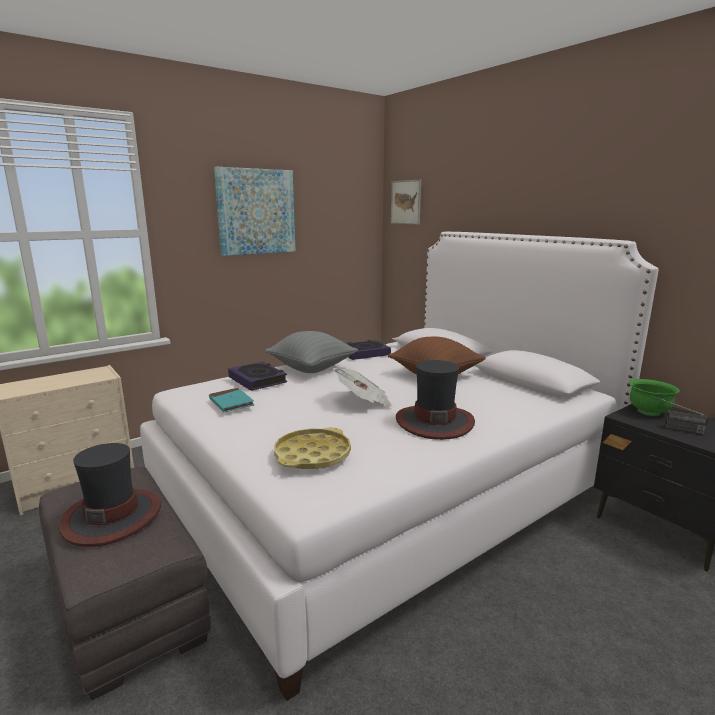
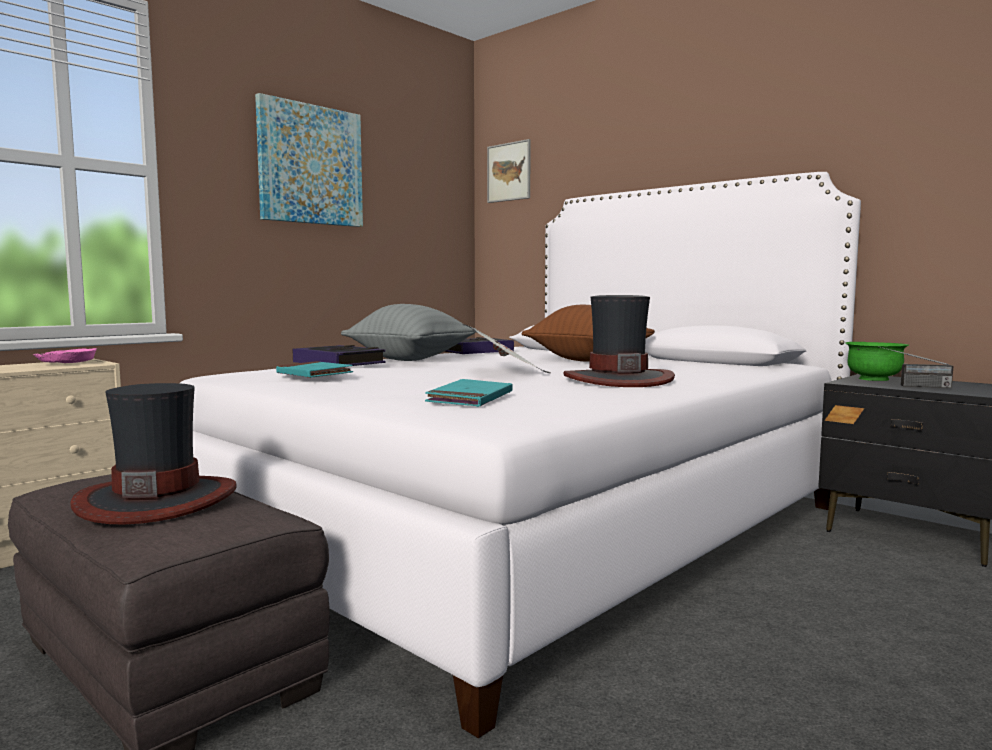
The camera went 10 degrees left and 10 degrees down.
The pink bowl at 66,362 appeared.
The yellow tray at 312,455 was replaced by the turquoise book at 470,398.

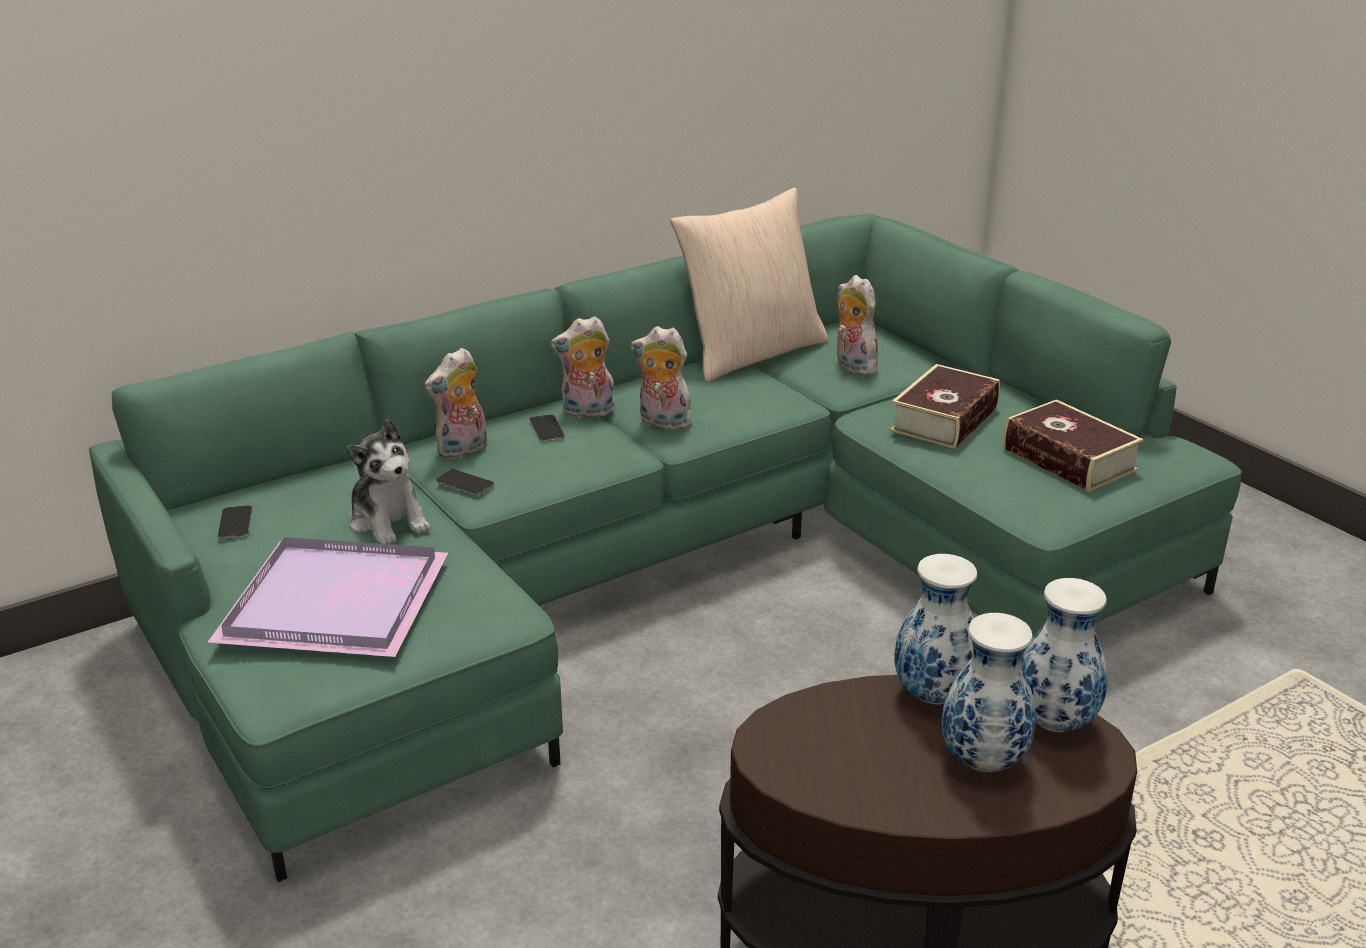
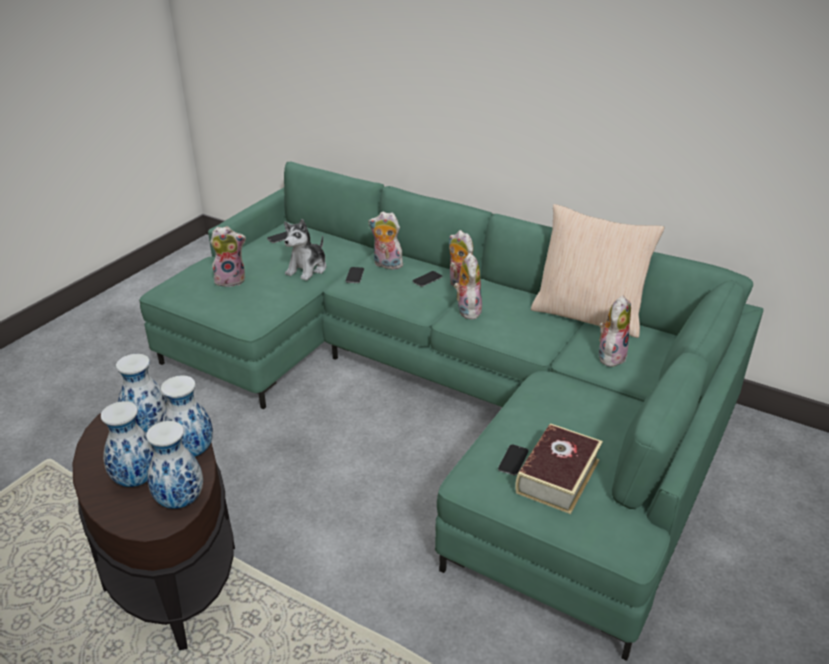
The camera went 65 degrees right and 5 degrees up.
The book at 944,420 disappeared.
The vase at 149,427 appeared.
The phone at 513,460 appeared.
The purple tray at 337,605 was replaced by the plush toy at 231,280.

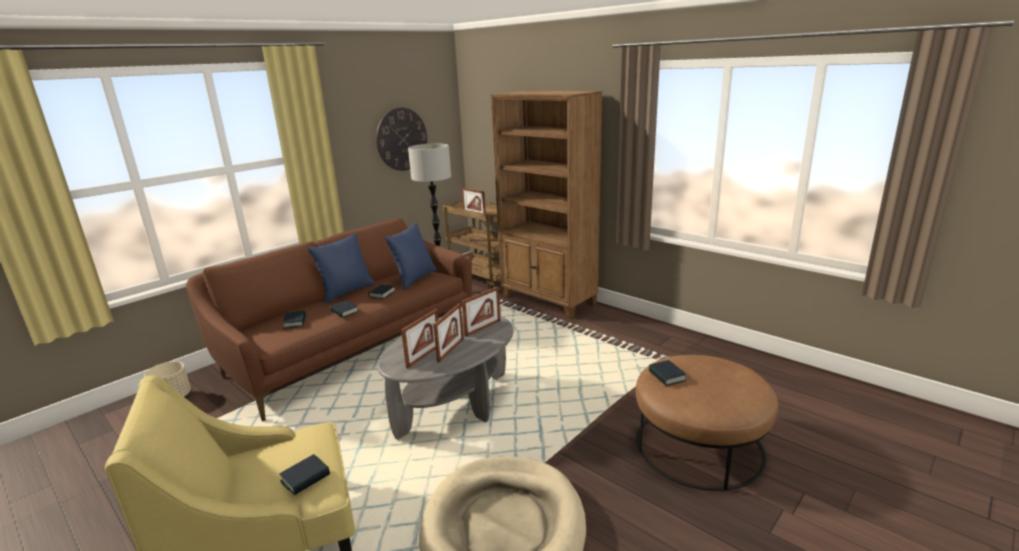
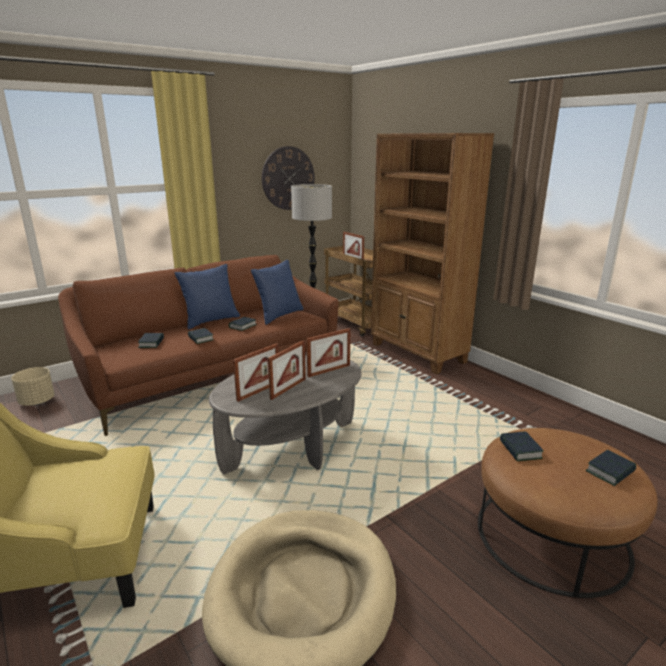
The camera went 10 degrees right and 0 degrees up.
The book moved from 305,478 to 610,472.

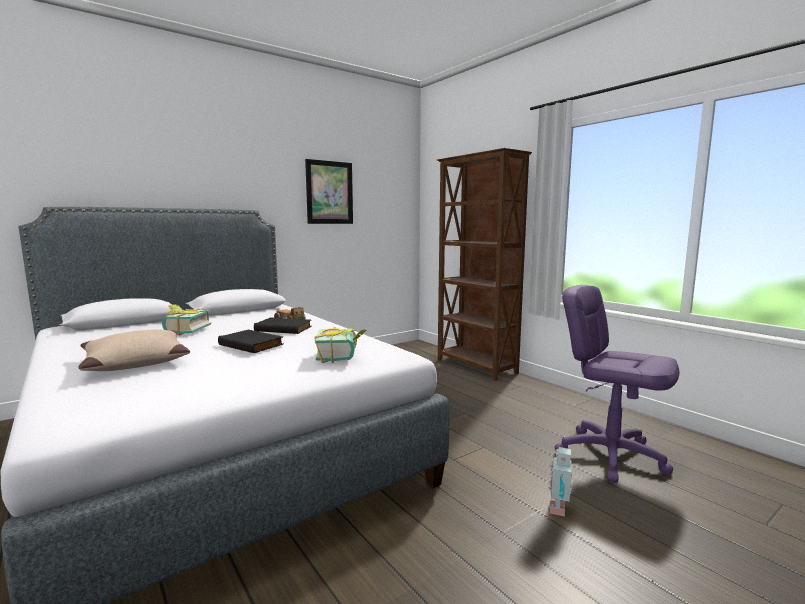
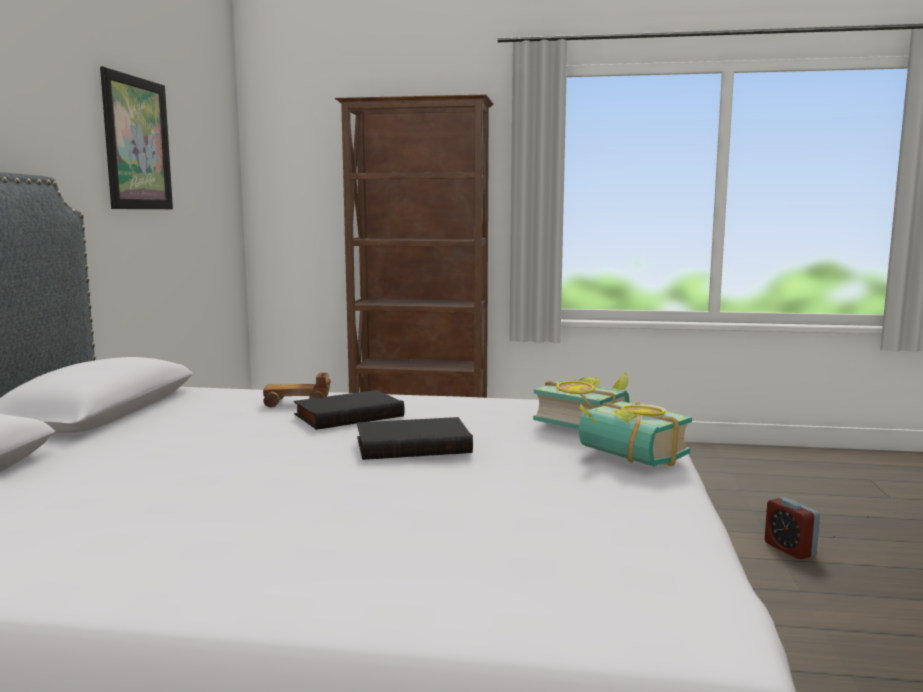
The camera went 45 degrees left and 0 degrees up.
The beige pillow at 135,362 disappeared.
The purple office chair at 610,455 disappeared.
The book moved from 184,330 to 626,458.
The toy robot at 559,509 was replaced by the alarm clock at 789,549.

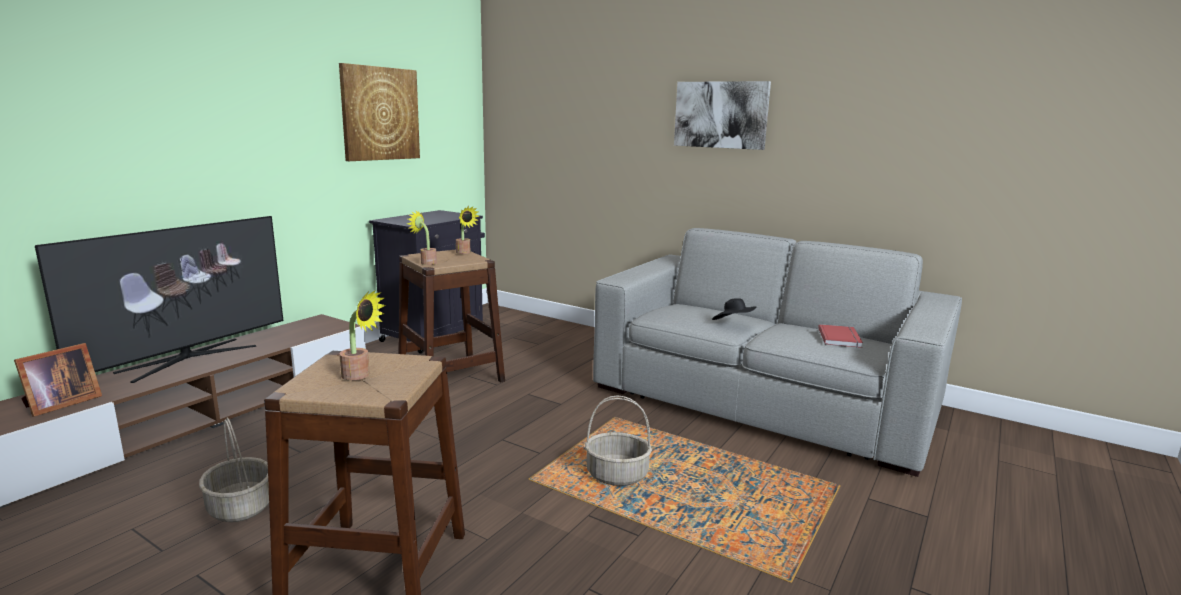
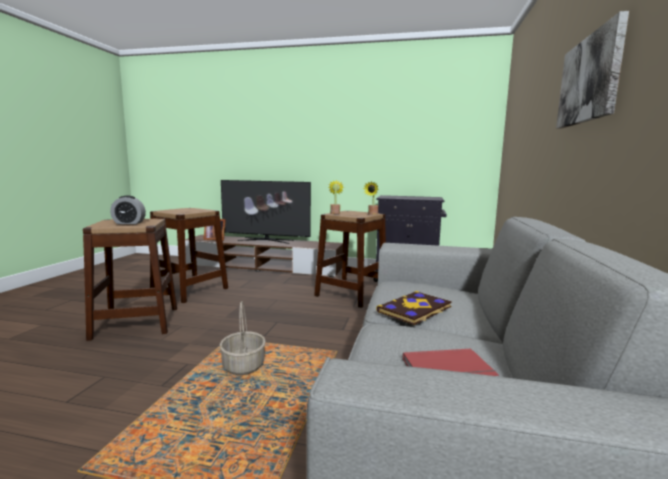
The camera went 70 degrees right and 5 degrees down.
The picture at 380,114 disappeared.
The basket at 241,507 was replaced by the brown stool at 190,290.
The potted plant at 360,376 was replaced by the alarm clock at 129,223.
The black hat at 733,324 was replaced by the book at 415,310.

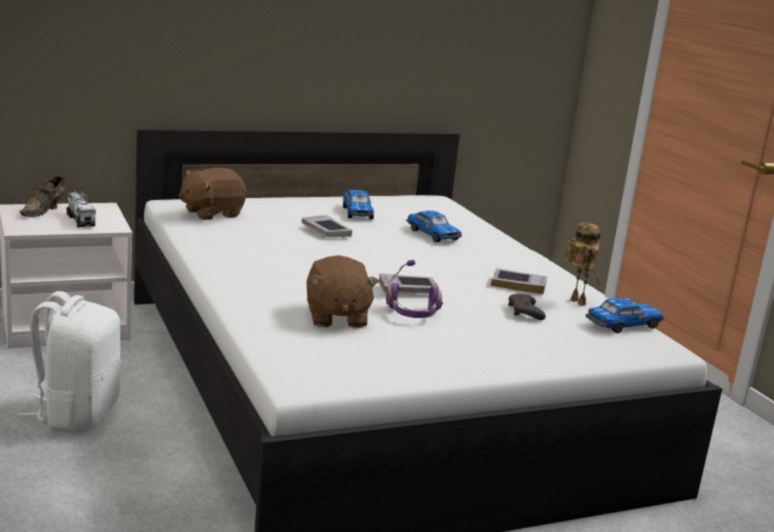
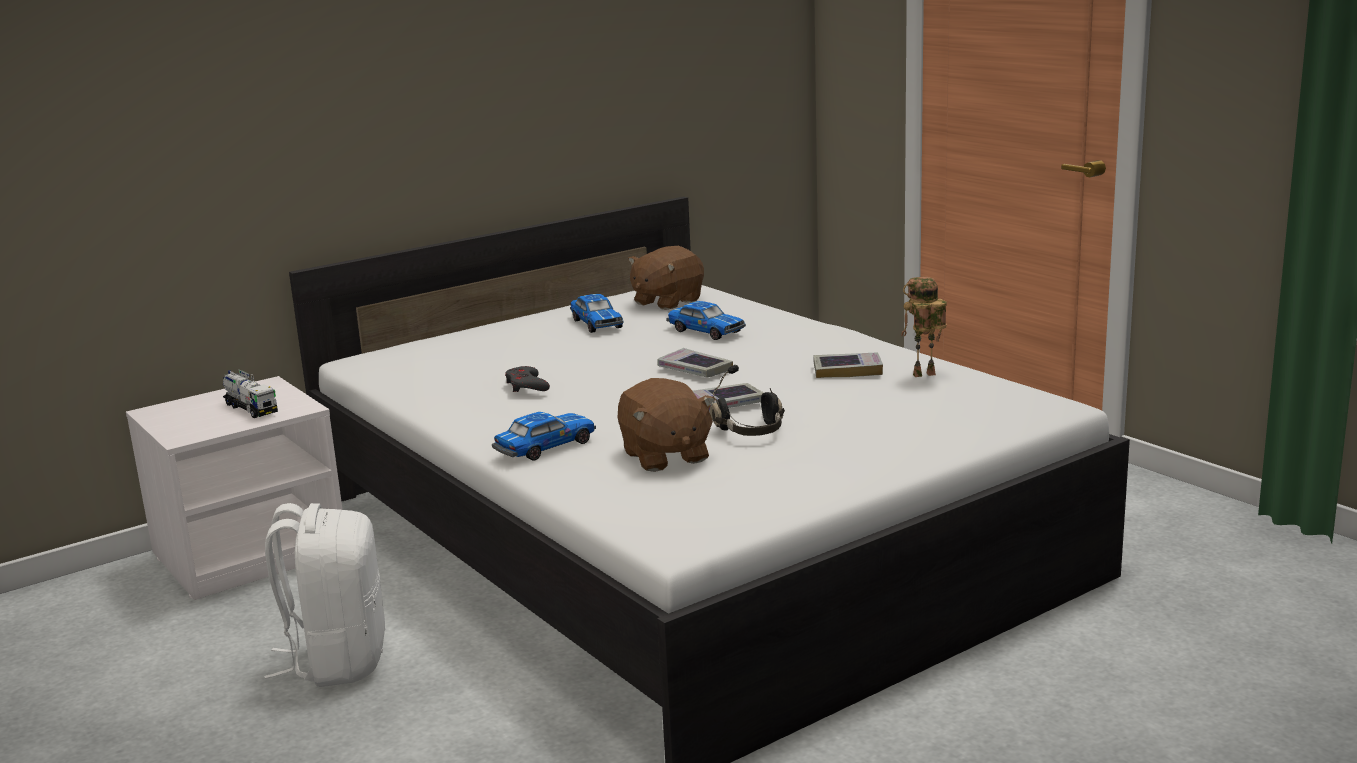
The camera went 10 degrees left and 0 degrees up.
The brown shoe at 44,211 disappeared.
The brown plush toy moved from 211,213 to 666,302.
The book moved from 326,231 to 695,369.
The grey game controller moved from 525,311 to 526,385.
The toy car moved from 622,325 to 544,447.
The purple headphones at 413,314 became the black headphones at 751,431.
The toy robot at 575,302 turned 60 degrees counterclockwise.

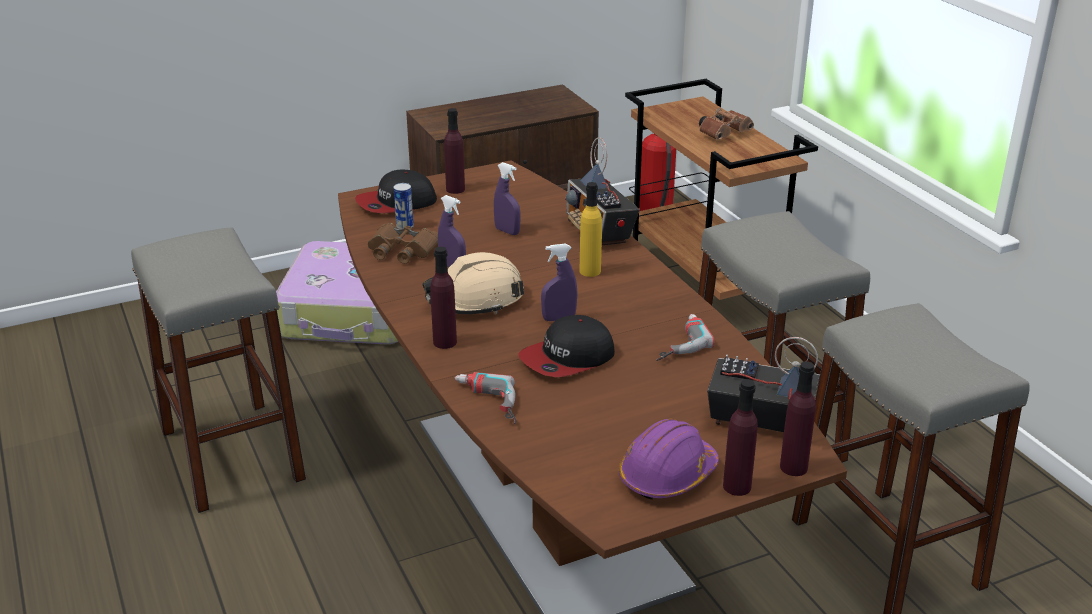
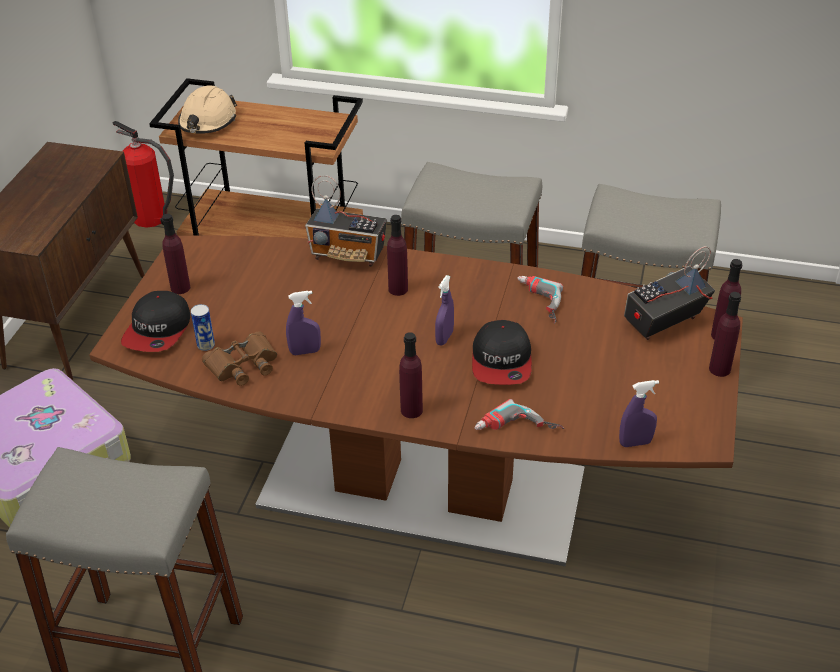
The camera went 50 degrees left and 10 degrees up.
The purple hard hat at 667,476 disappeared.
The brown binoculars at 725,134 disappeared.
The beige hard hat moved from 475,300 to 208,122.
The purple spray bottle moved from 507,231 to 635,443.
The yellow bottle at 590,271 became the purple bottle at 398,289.

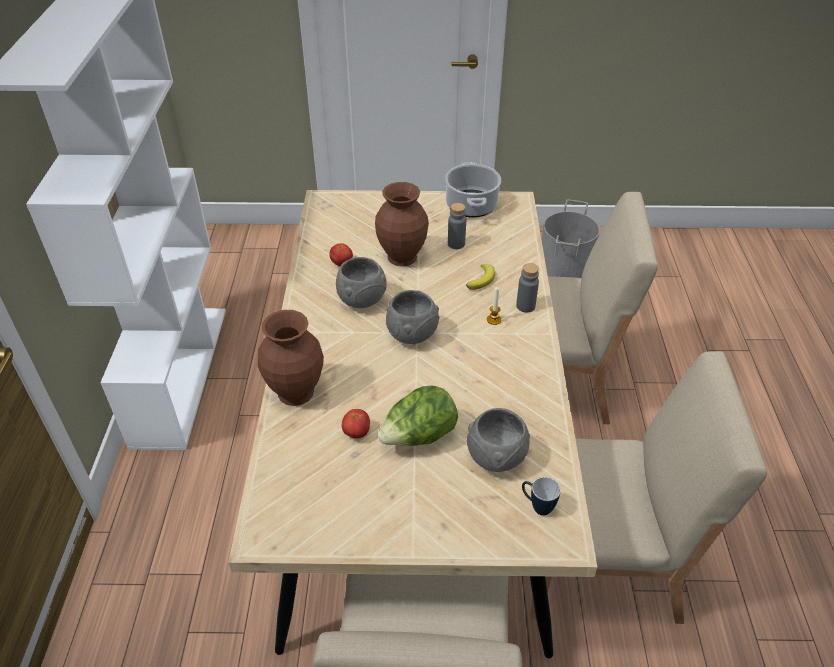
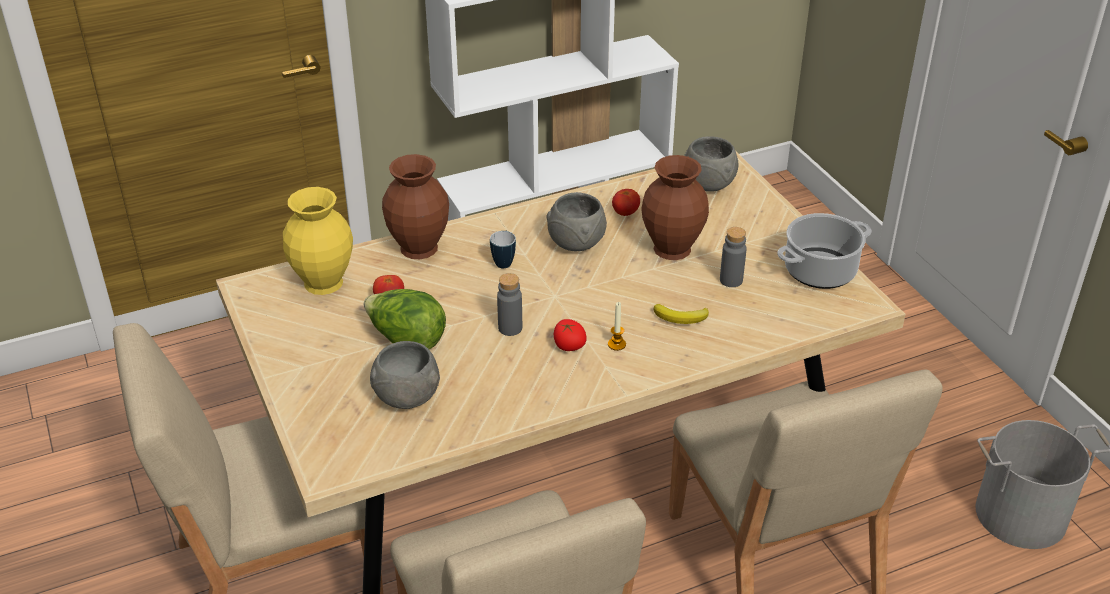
The camera went 65 degrees right and 5 degrees down.
The yellow vase at 322,282 appeared.
The tomato at 568,346 appeared.
The grey bowl moved from 411,334 to 708,185.
The grey bottle moved from 525,306 to 510,328.
The mug moved from 537,506 to 504,261.

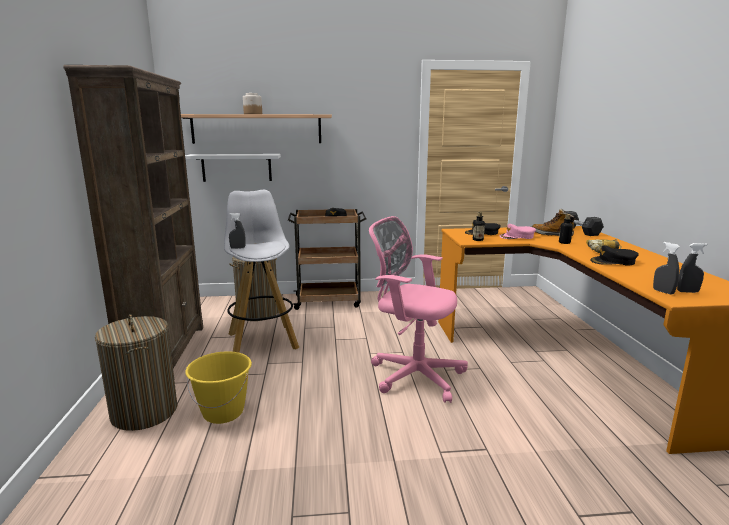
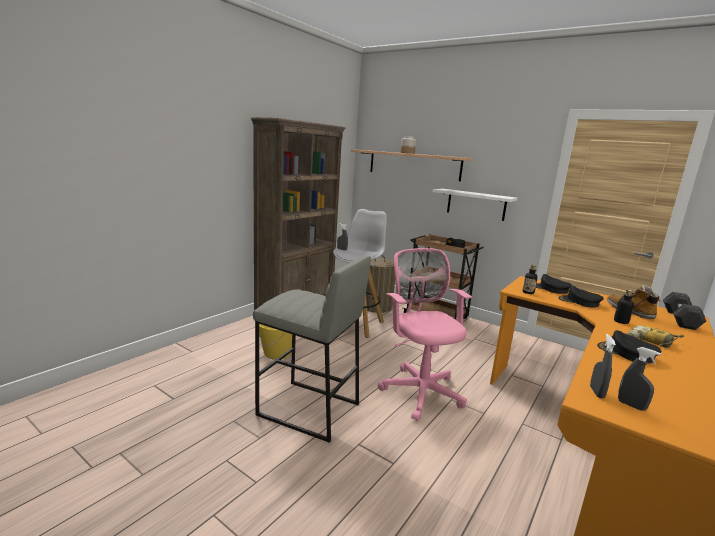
The camera went 40 degrees right and 0 degrees up.
The laundry basket at 144,412 disappeared.
The grey stool at 308,410 appeared.
The white shelf moved from 236,167 to 476,204.
The pink cap at 517,237 became the black cap at 579,302.

